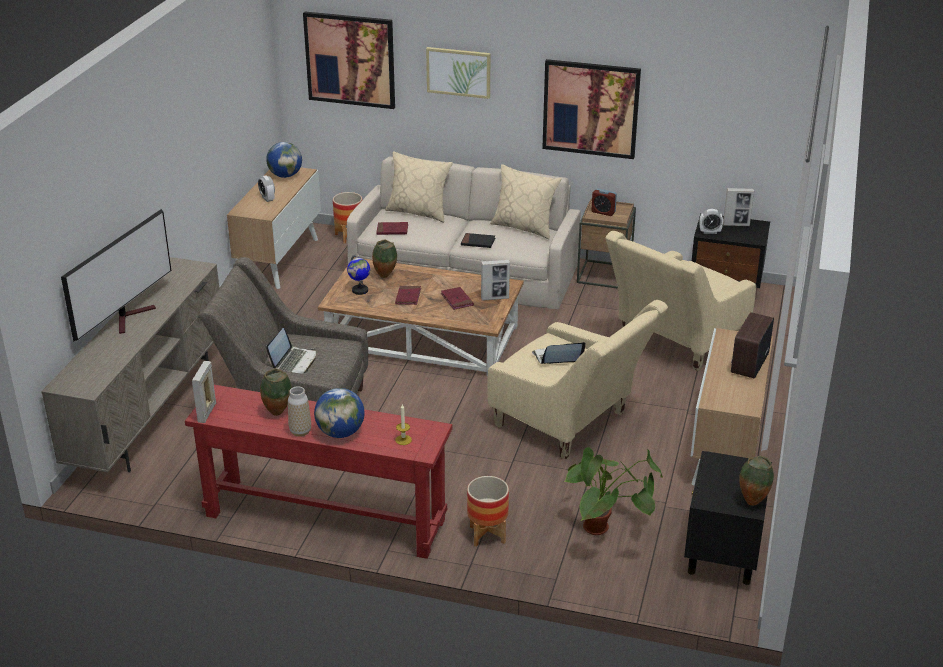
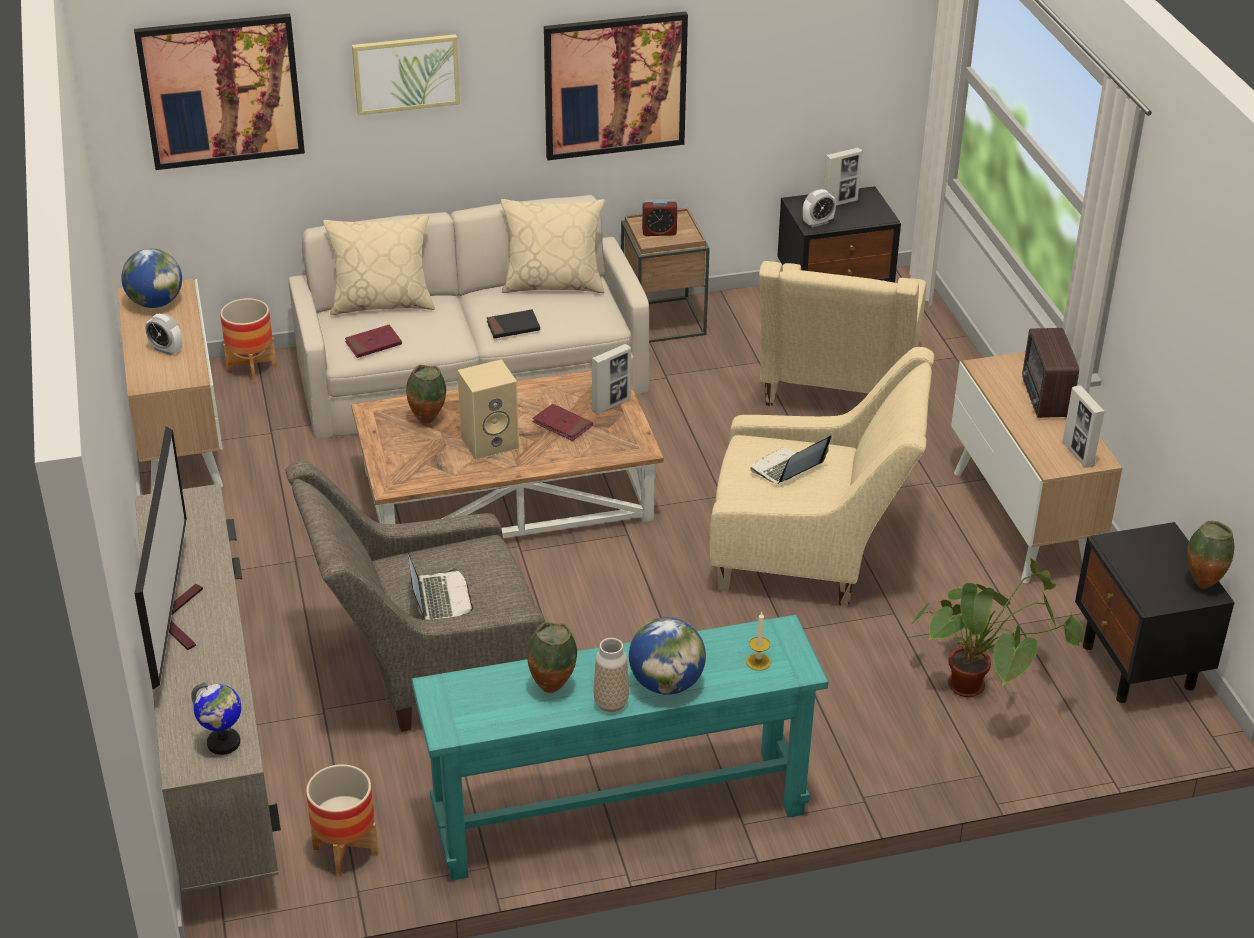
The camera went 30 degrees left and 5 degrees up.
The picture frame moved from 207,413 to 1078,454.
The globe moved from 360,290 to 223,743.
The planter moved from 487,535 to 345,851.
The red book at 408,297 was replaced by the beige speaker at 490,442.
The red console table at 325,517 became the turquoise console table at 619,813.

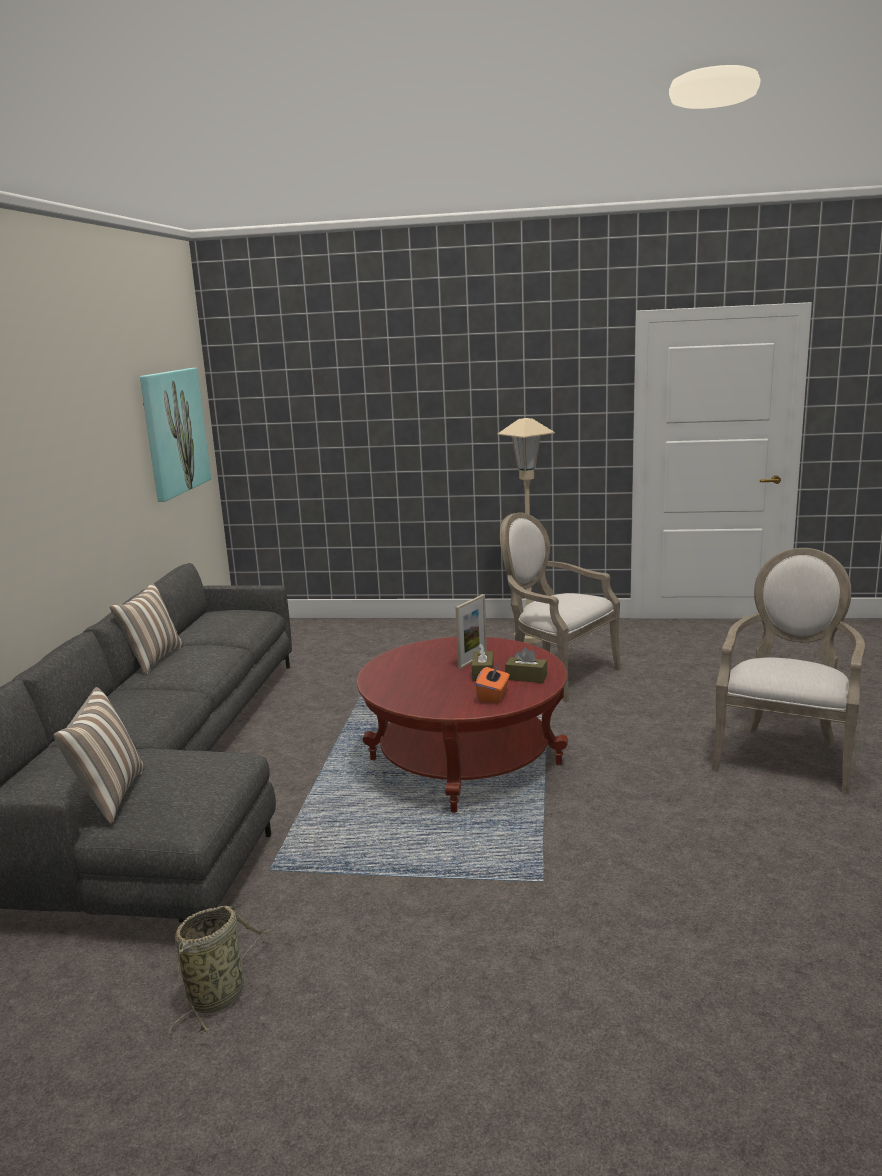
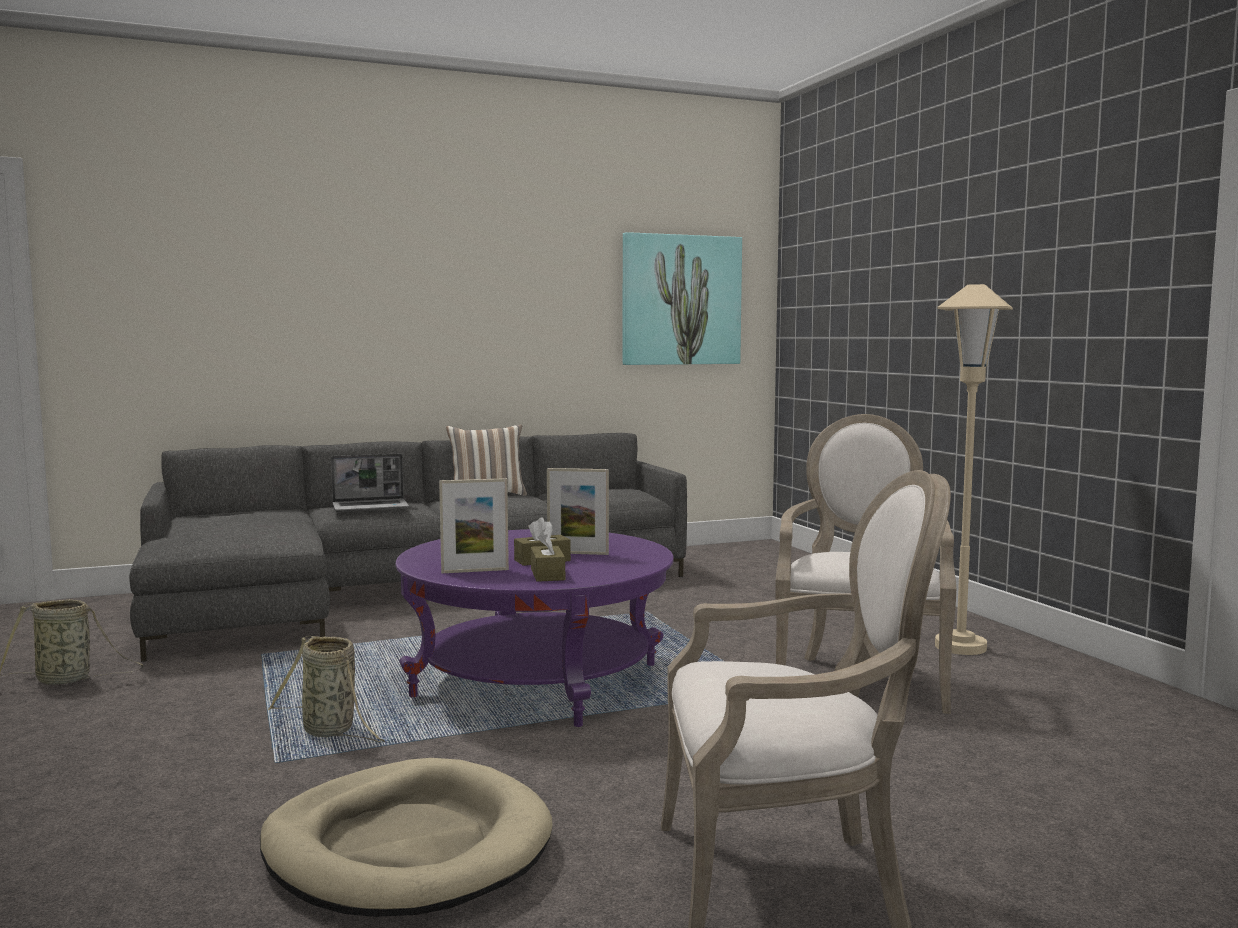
The camera went 60 degrees right and 10 degrees down.
The pillow at 109,796 disappeared.
The beige dog bed at 407,847 appeared.
The basket at 331,731 appeared.
The laptop at 371,507 appeared.
The orange tissue box at 493,696 was replaced by the picture frame at 475,571.
The red coffee table at 465,761 became the purple coffee table at 537,680.

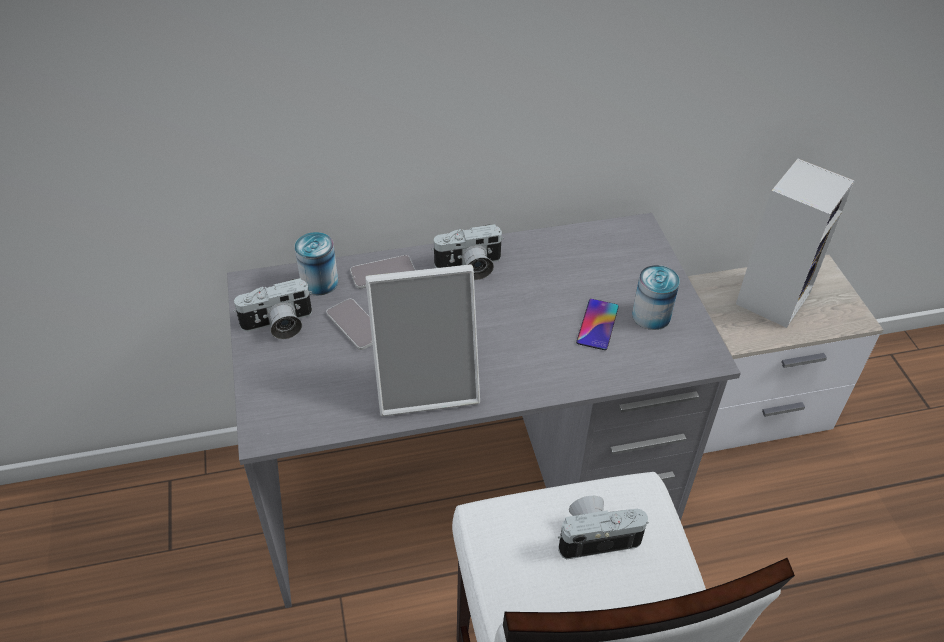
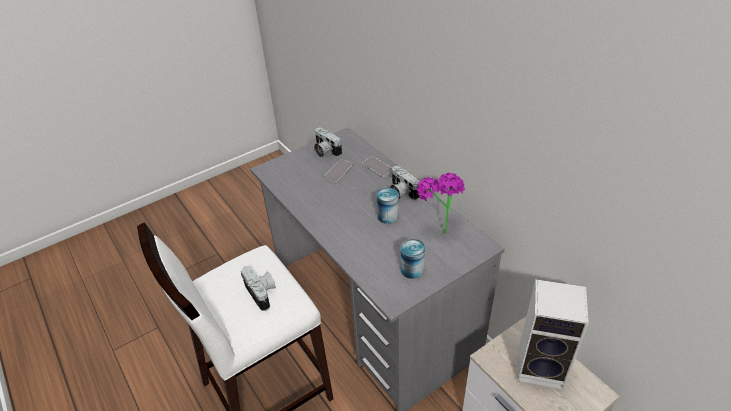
The camera went 70 degrees right and 5 degrees down.
The picture frame at 427,383 disappeared.
The phone at 597,324 disappeared.
The potted plant at 439,228 appeared.
The can moved from 319,282 to 388,216.

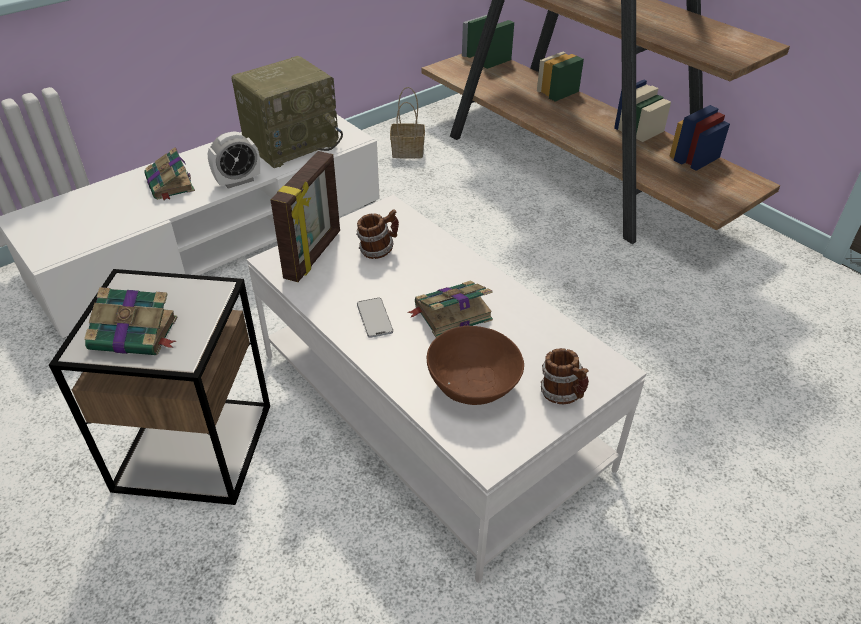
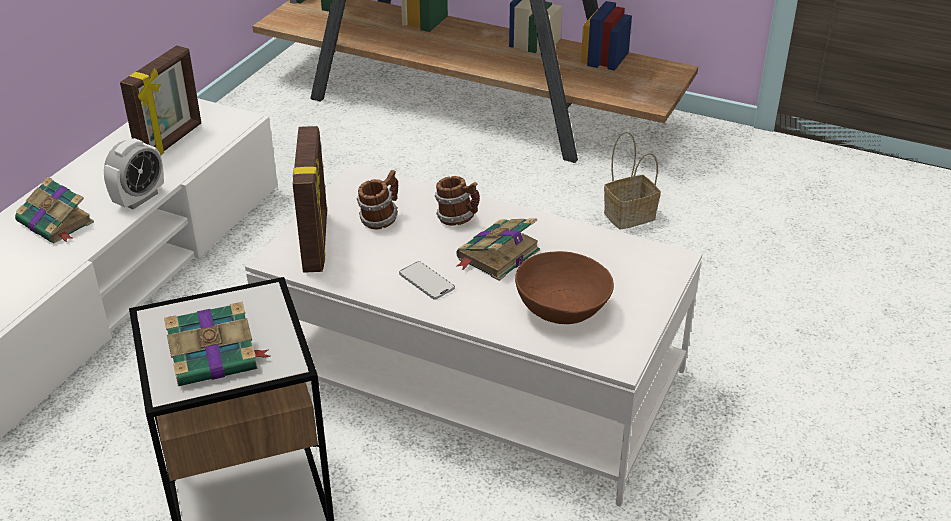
The camera went 25 degrees left and 5 degrees down.
The basket moved from 409,151 to 630,215.
The mug moved from 562,394 to 458,219.
The radio at 292,143 was replaced by the picture frame at 171,142.

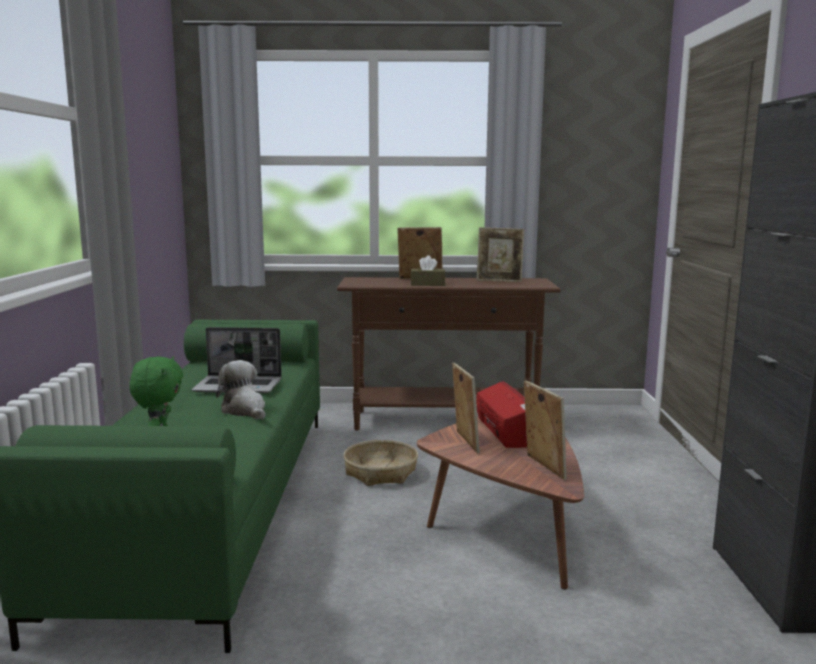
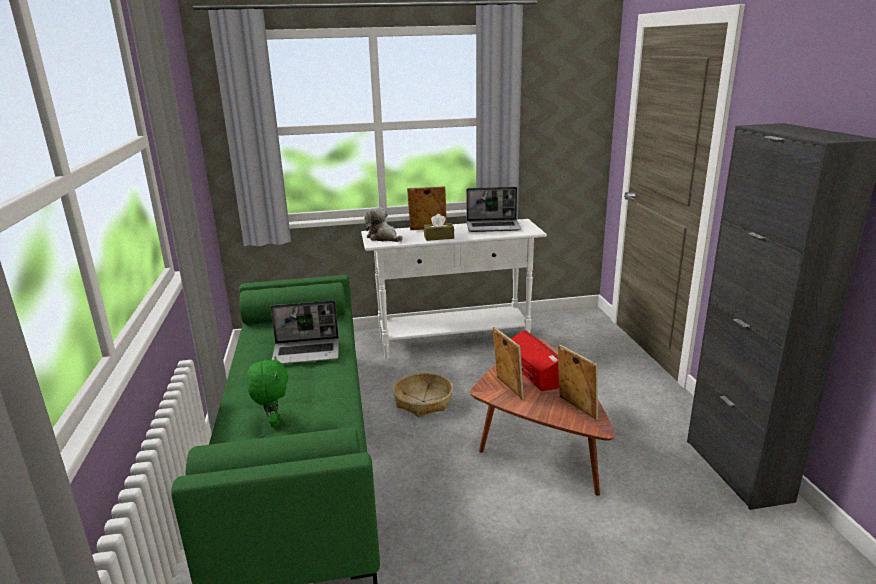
The camera went 10 degrees left and 10 degrees up.
The plush toy moved from 245,410 to 383,238.
The picture frame at 499,281 was replaced by the laptop at 493,227.
The brown console table at 445,421 became the white console table at 454,341.

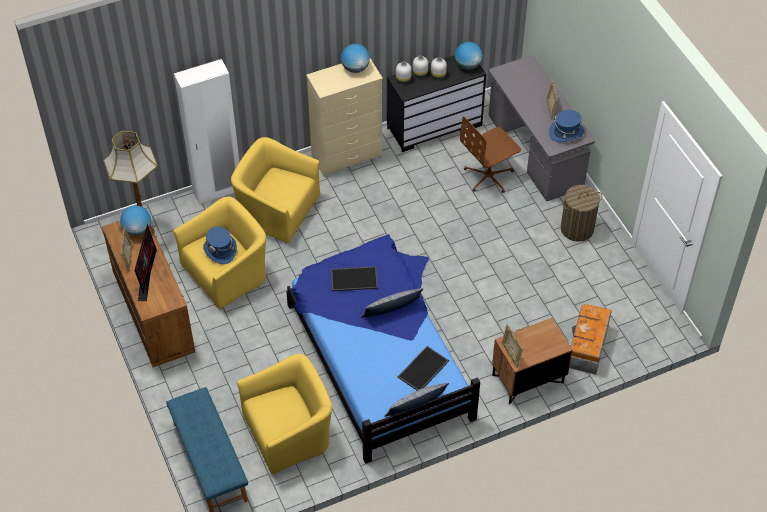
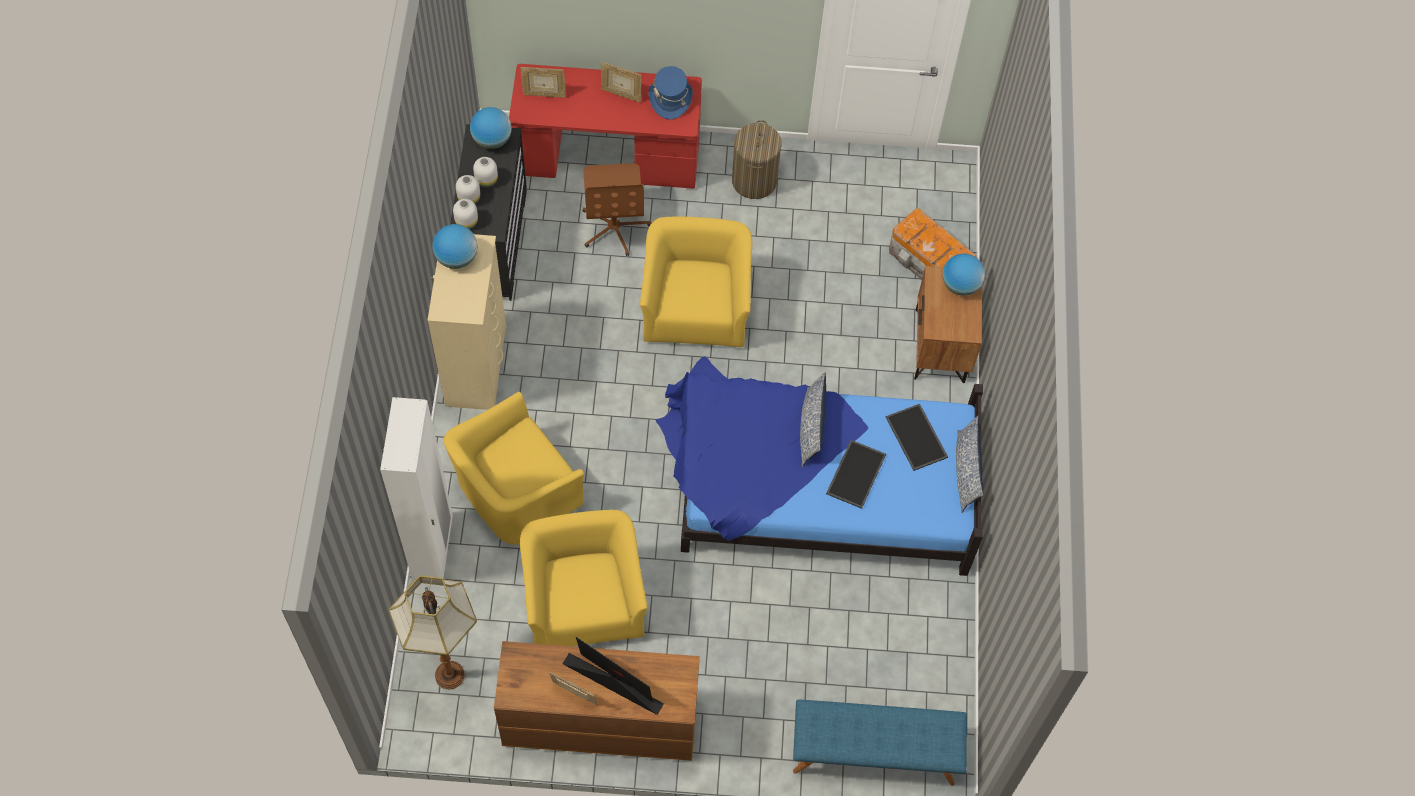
The camera went 65 degrees left and 10 degrees up.
The blue hat at 220,250 disappeared.
The globe moved from 137,230 to 960,285.
The yellow armchair moved from 289,432 to 695,308.
The tray moved from 354,278 to 855,473.
The picture frame moved from 510,354 to 544,94.
The grey desk at 535,151 became the red desk at 607,158.

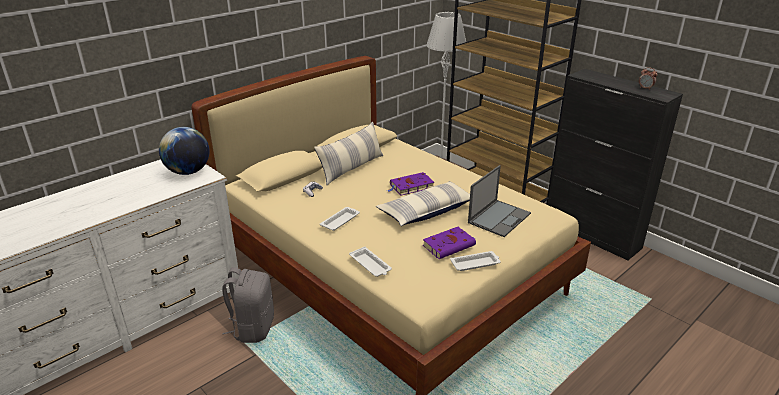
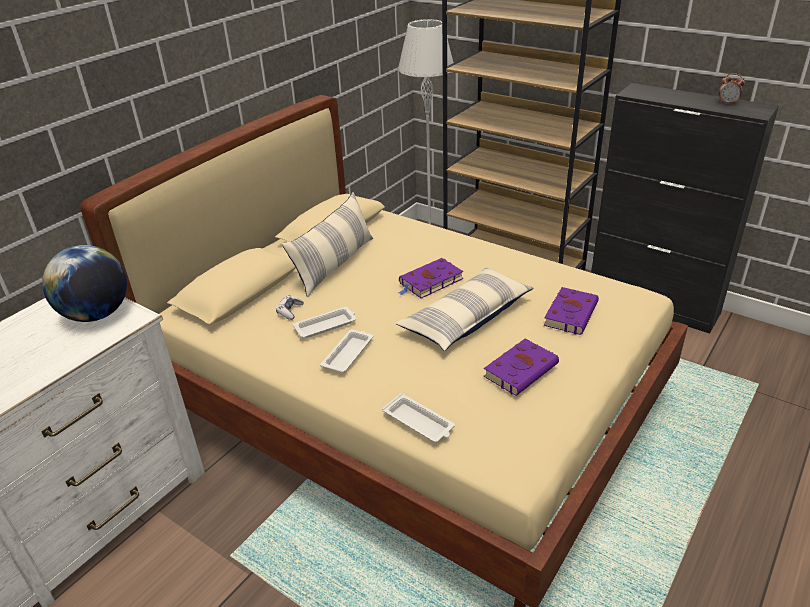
The camera went 10 degrees left and 5 degrees up.
The grey backpack at 253,328 disappeared.
The white tray moved from 476,263 to 326,325.
The laptop at 499,218 was replaced by the purple book at 571,313.

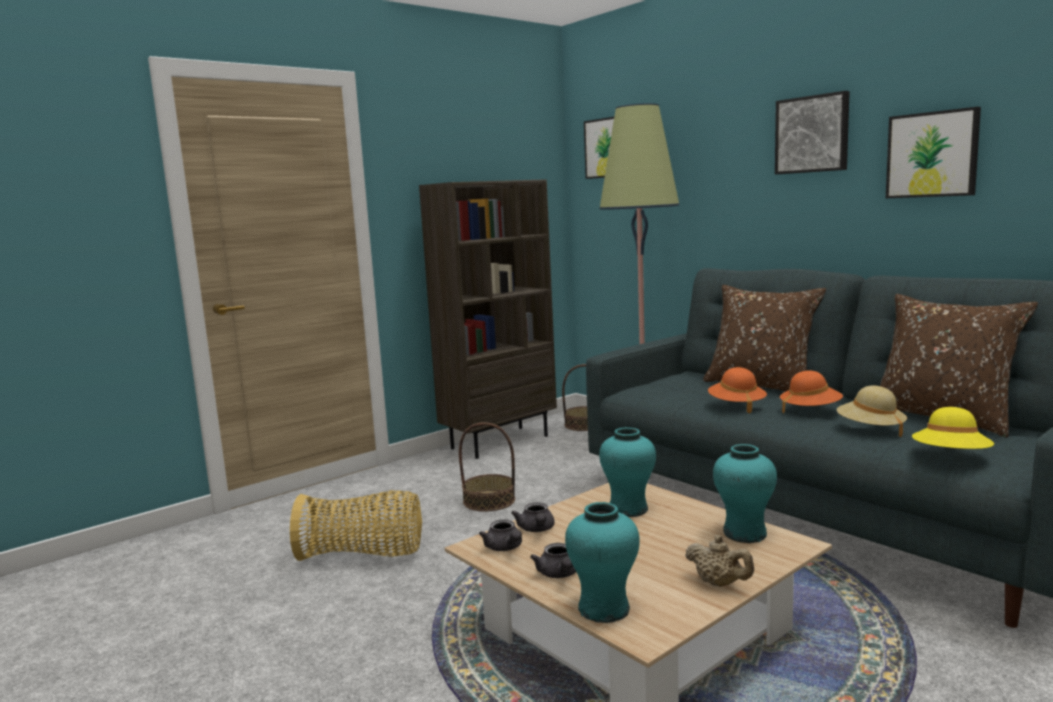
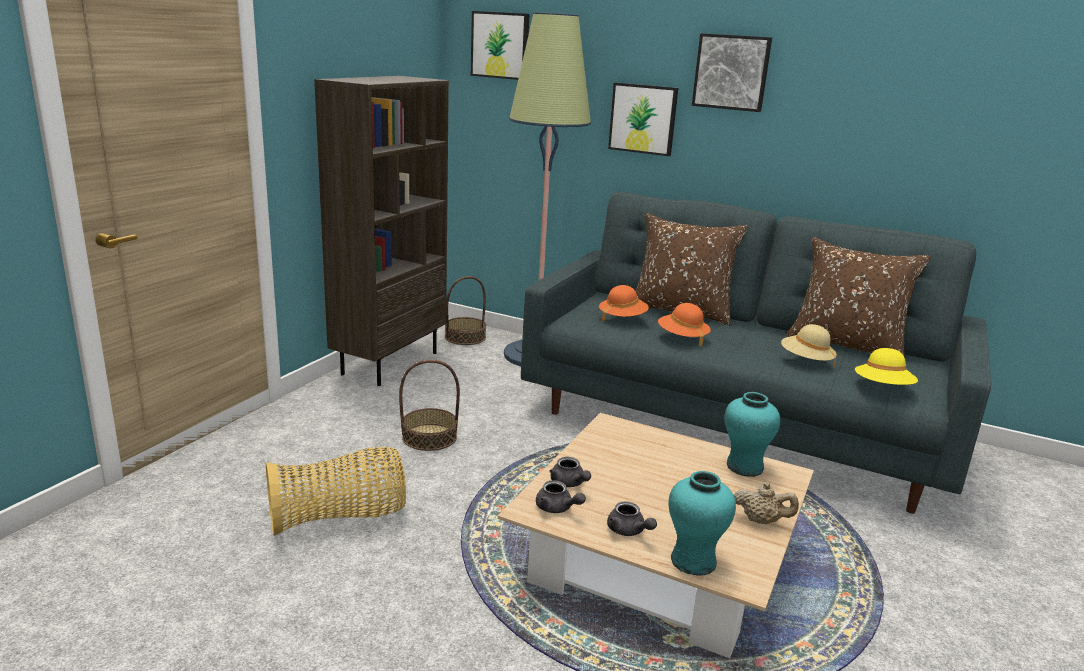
The camera went 25 degrees left and 10 degrees up.
The turquoise vase at 628,509 disappeared.
The orange hat moved from 810,410 to 622,318.
The picture moved from 932,154 to 643,119.

